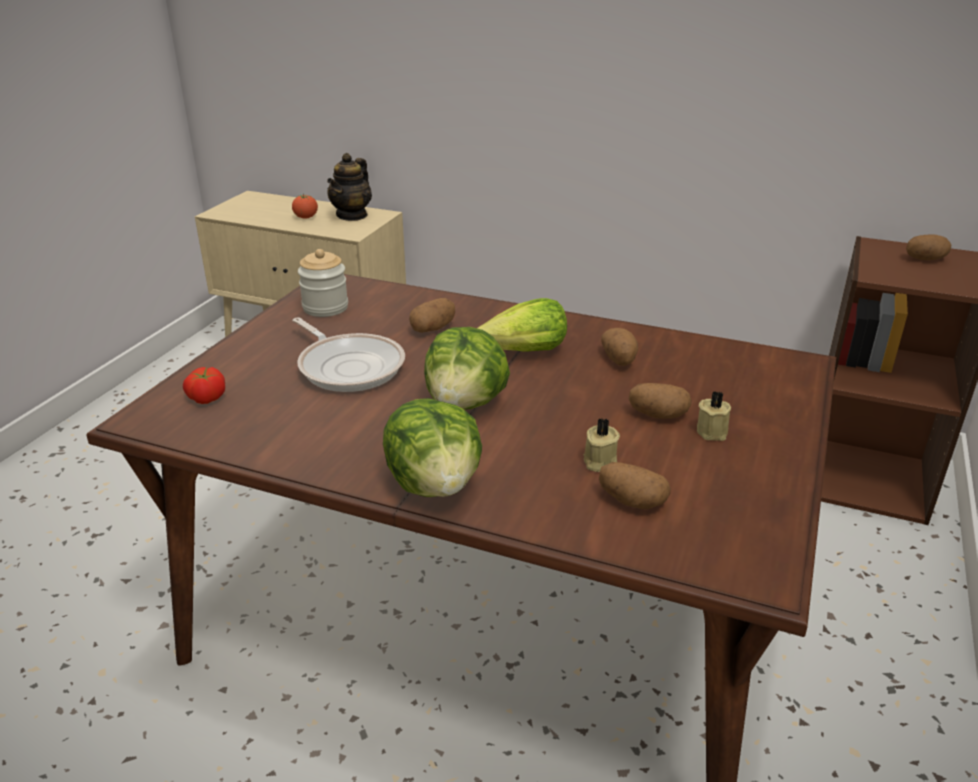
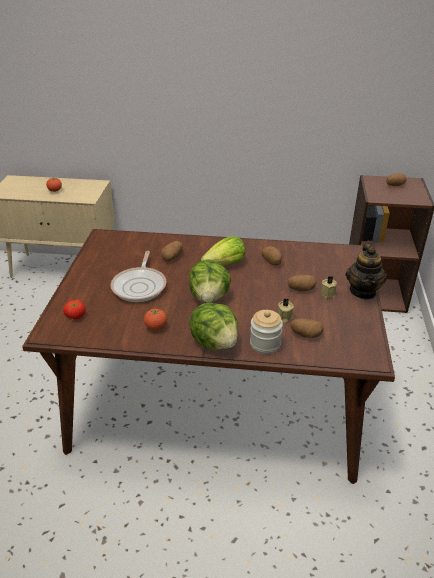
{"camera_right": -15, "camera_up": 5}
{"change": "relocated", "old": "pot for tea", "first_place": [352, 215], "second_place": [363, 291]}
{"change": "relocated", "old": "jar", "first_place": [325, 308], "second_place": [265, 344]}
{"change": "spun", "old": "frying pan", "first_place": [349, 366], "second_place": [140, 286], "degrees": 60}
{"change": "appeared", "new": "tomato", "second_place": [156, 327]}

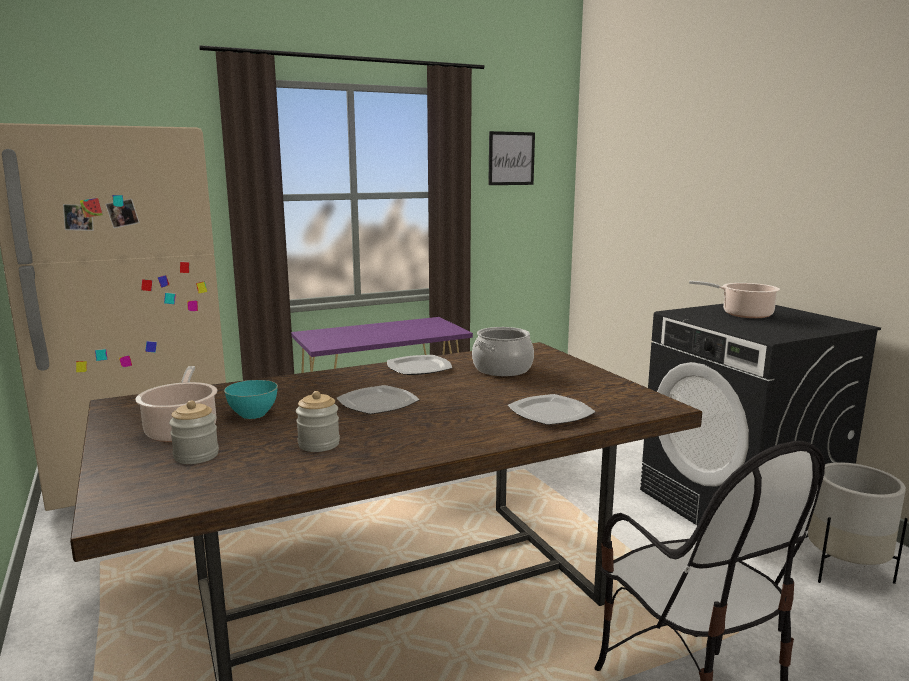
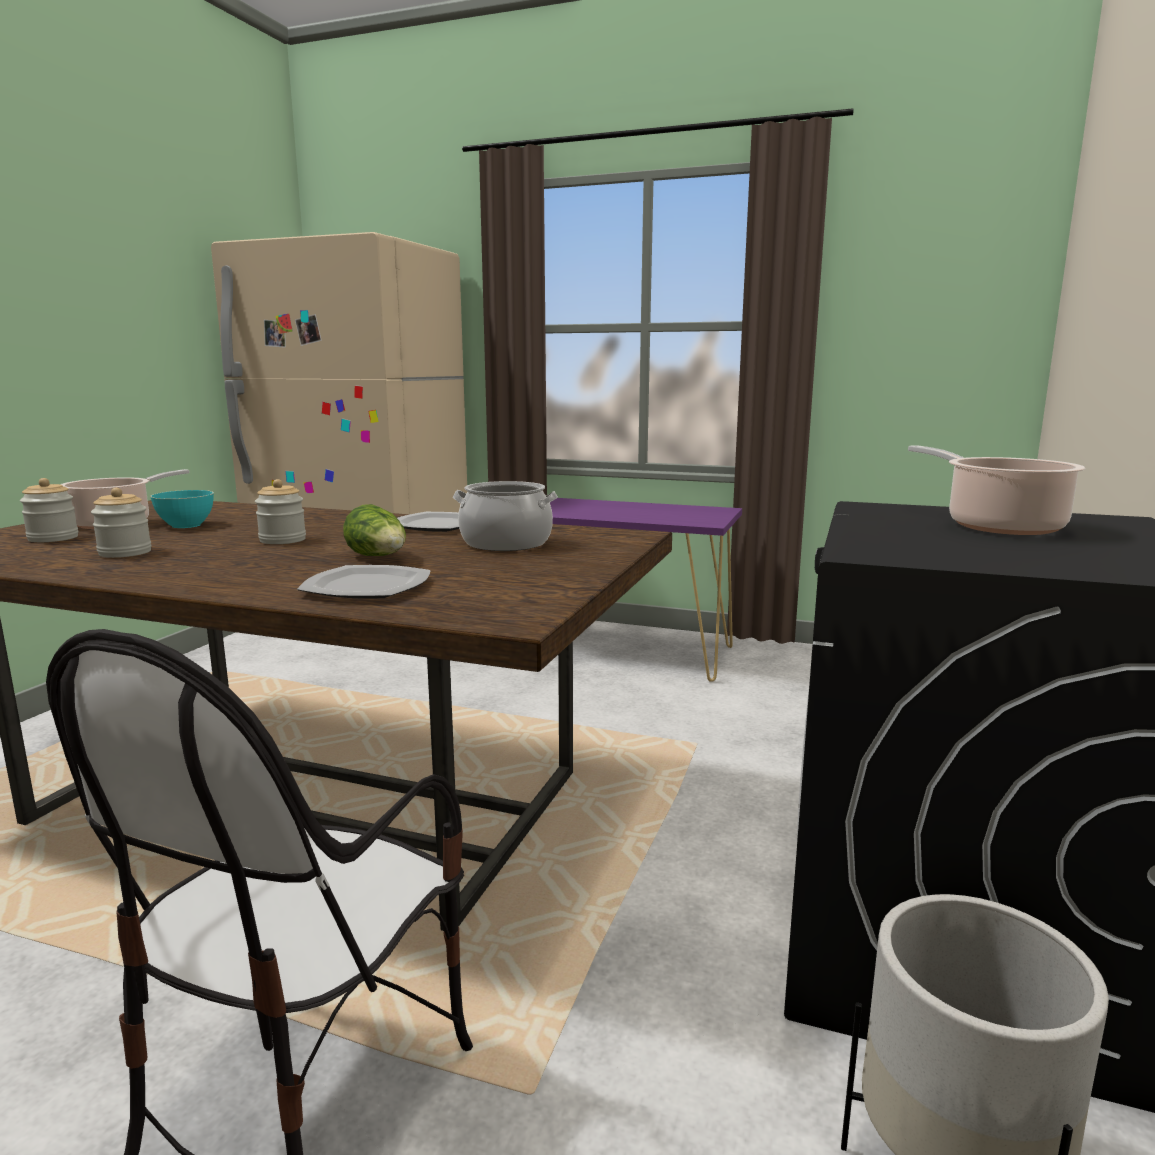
{"camera_right": 45, "camera_up": 0}
{"change": "missing", "old": "wall picture", "first_place": [511, 158]}
{"change": "exchanged", "old": "flat dish", "new": "jar", "first_place": [377, 403], "second_place": [282, 540]}
{"change": "appeared", "new": "lettuce", "second_place": [379, 558]}

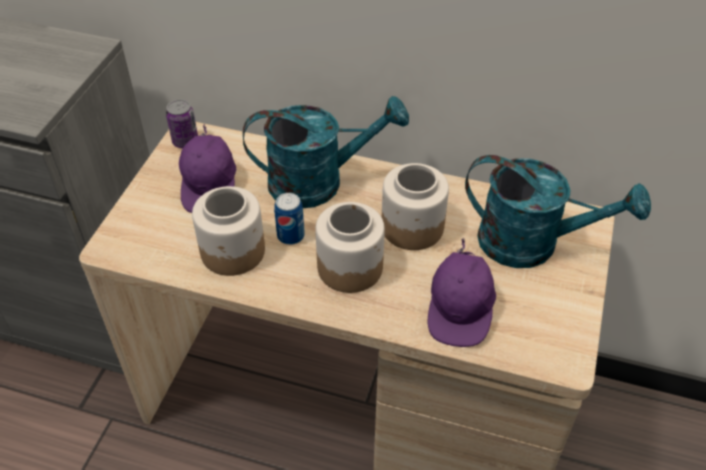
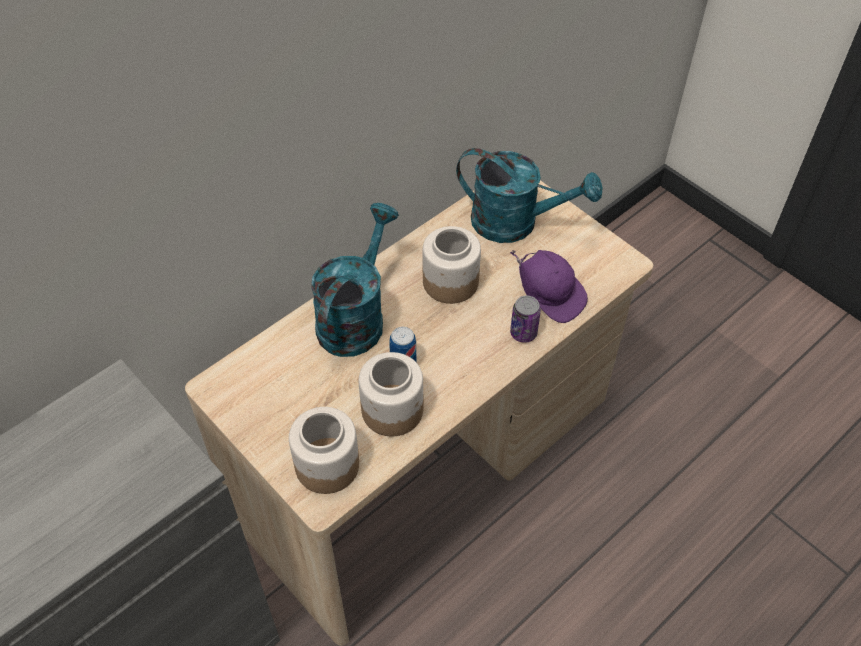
{"camera_right": -60, "camera_up": 5}
{"change": "relocated", "old": "can", "first_place": [185, 141], "second_place": [523, 333]}
{"change": "missing", "old": "peaked cap (purplish)", "first_place": [210, 187]}
{"change": "spun", "old": "sprinkling can (turquoise-coloured)", "first_place": [532, 244], "second_place": [516, 223], "degrees": 60}
{"change": "relocated", "old": "jar", "first_place": [350, 267], "second_place": [326, 465]}

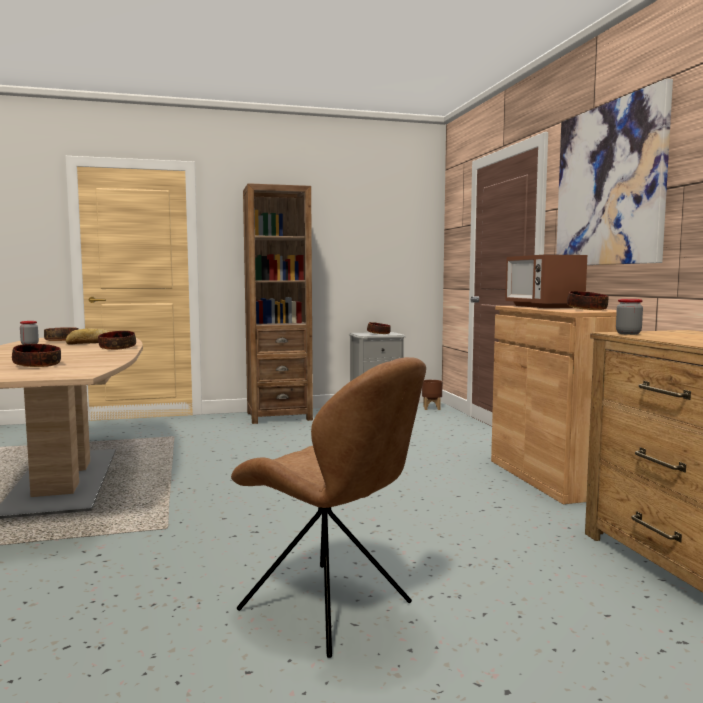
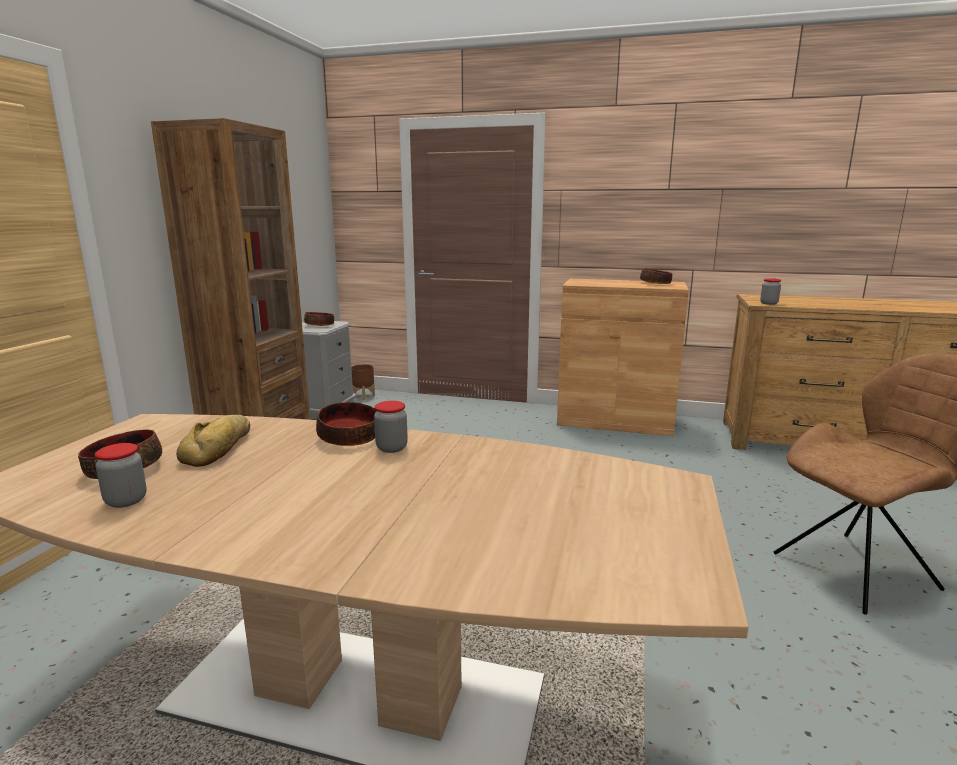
{"camera_right": -60, "camera_up": 10}
{"change": "missing", "old": "wall picture", "first_place": [609, 185]}
{"change": "missing", "old": "kitchen microwave", "first_place": [542, 306]}
{"change": "missing", "old": "bowl", "first_place": [37, 365]}
{"change": "appeared", "new": "jar", "second_place": [391, 448]}

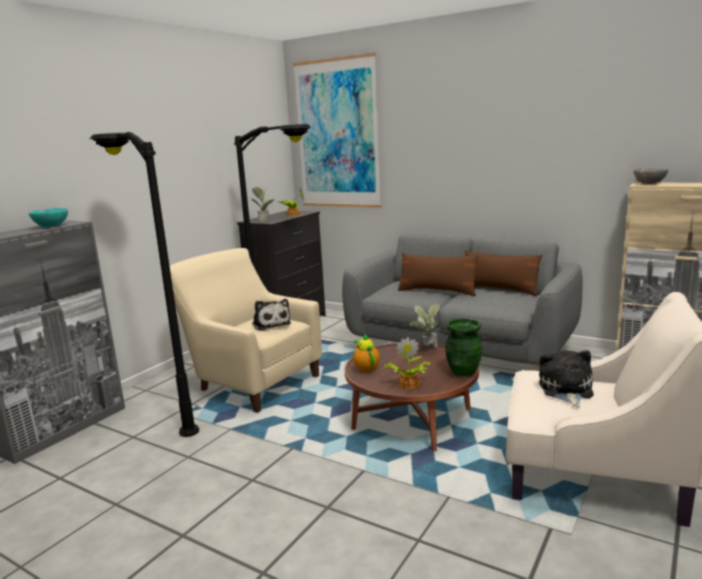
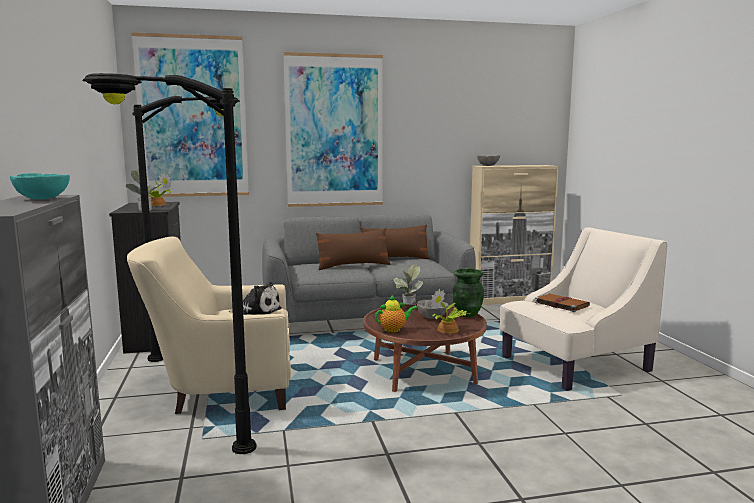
{"camera_right": -45, "camera_up": -5}
{"change": "spun", "old": "pot for tea", "first_place": [366, 368], "second_place": [394, 329], "degrees": 135}
{"change": "exchanged", "old": "cuddly toy", "new": "bound book (brownish)", "first_place": [566, 390], "second_place": [560, 304]}
{"change": "appeared", "new": "wall picture", "second_place": [334, 131]}
{"change": "appeared", "new": "bowl (gray)", "second_place": [431, 317]}

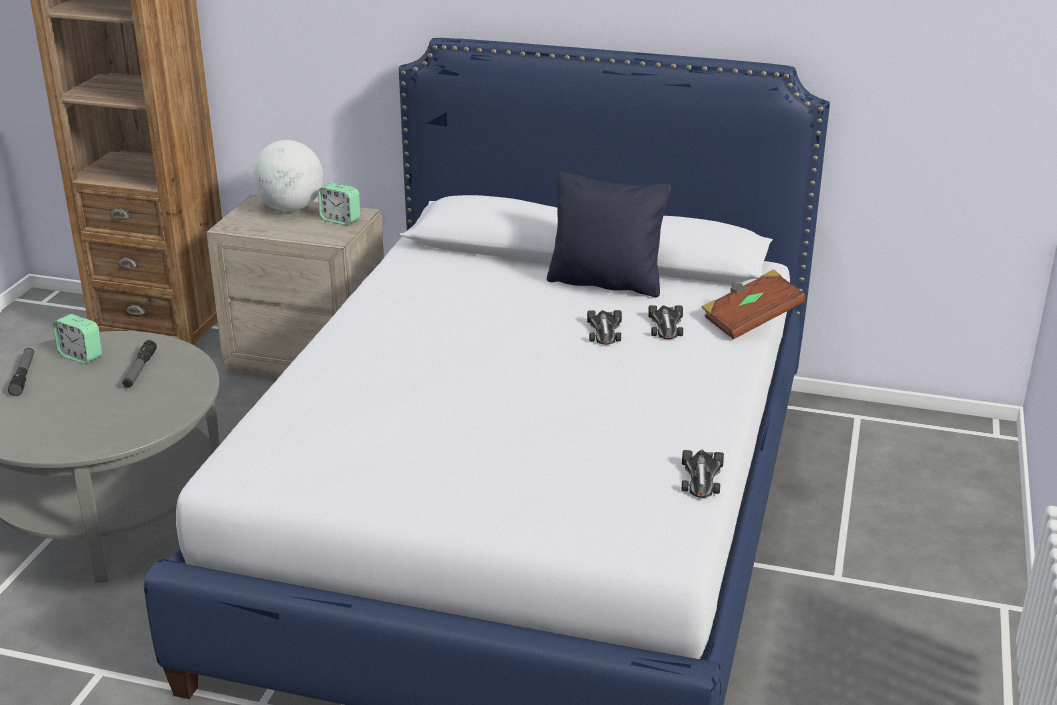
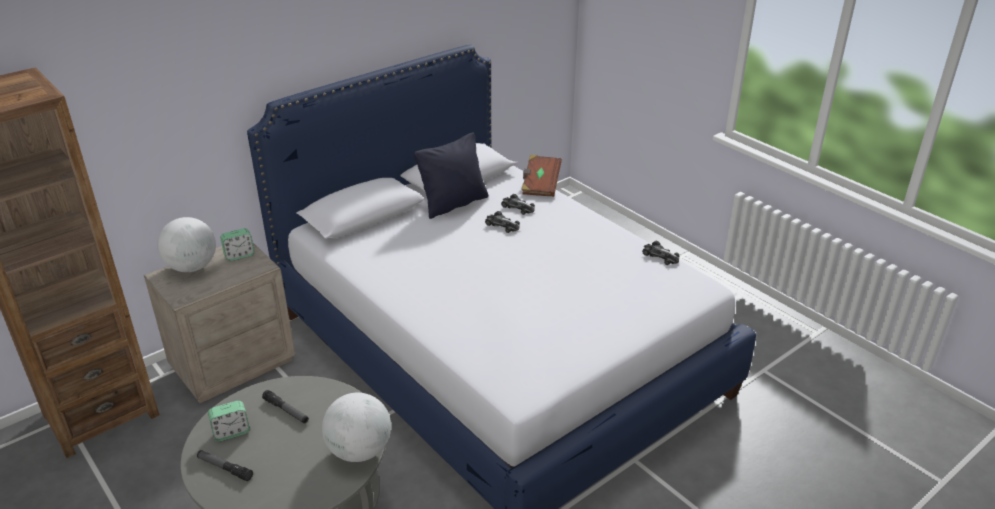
{"camera_right": -55, "camera_up": 5}
{"change": "appeared", "new": "world globe", "second_place": [359, 451]}

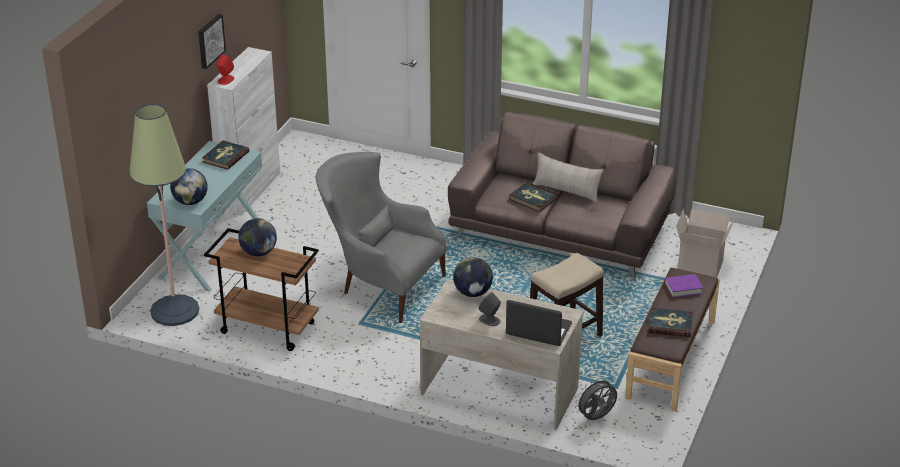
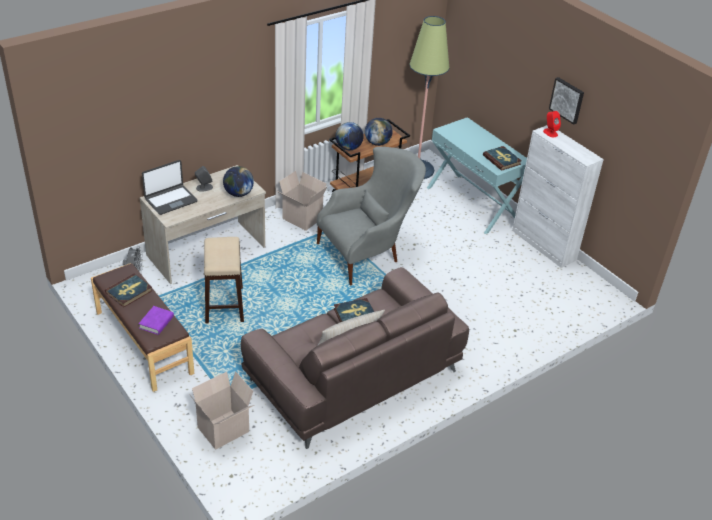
{"camera_right": 120, "camera_up": 5}
{"change": "relocated", "old": "world globe", "first_place": [190, 202], "second_place": [348, 148]}
{"change": "appeared", "new": "packing box", "second_place": [301, 219]}

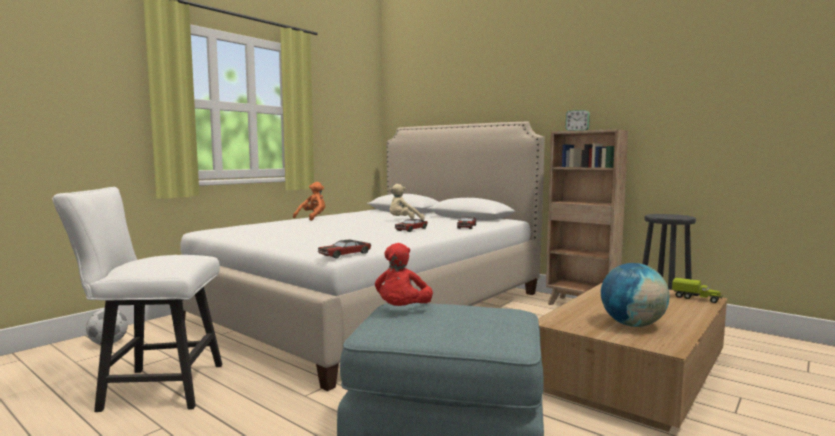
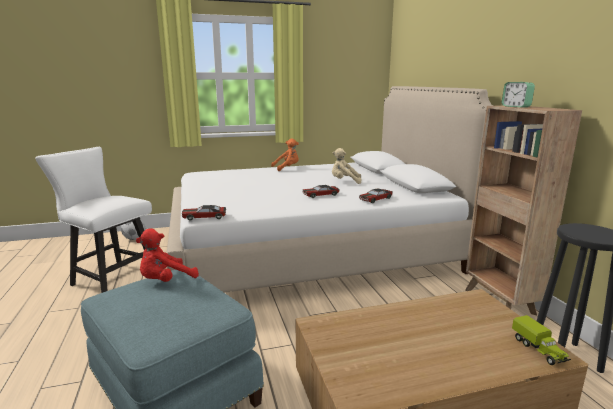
{"camera_right": 35, "camera_up": 10}
{"change": "missing", "old": "world globe", "first_place": [632, 325]}

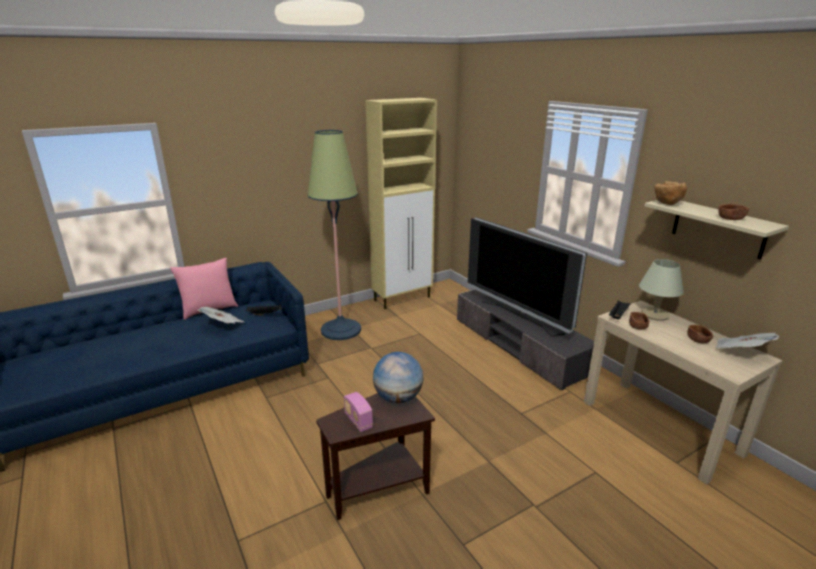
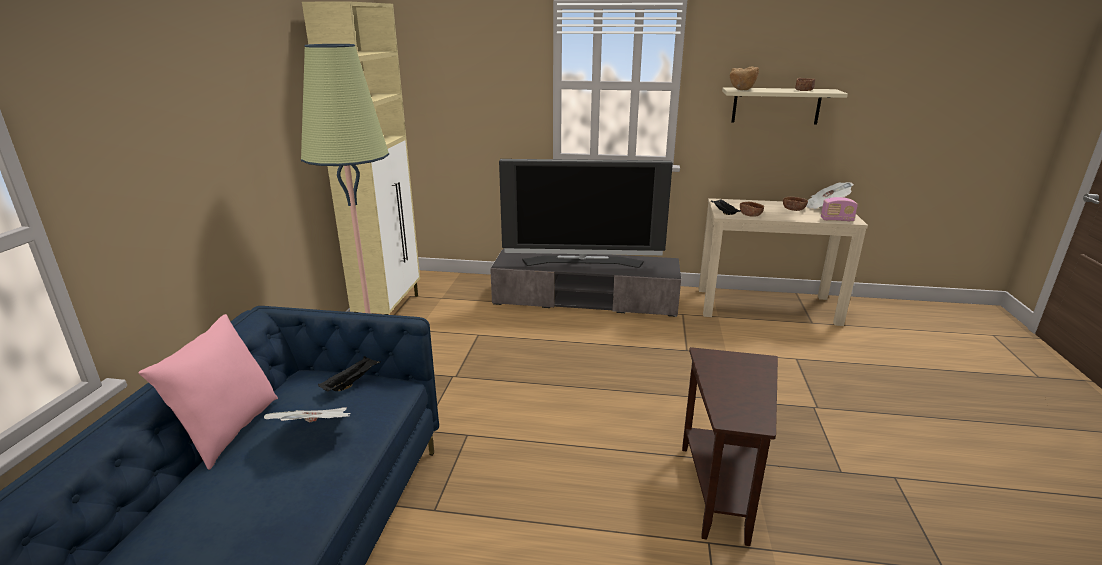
{"camera_right": -50, "camera_up": 0}
{"change": "missing", "old": "table lamp (beige)", "first_place": [654, 314]}
{"change": "missing", "old": "world globe", "first_place": [398, 398]}
{"change": "relocated", "old": "radio set", "first_place": [358, 421], "second_place": [836, 220]}

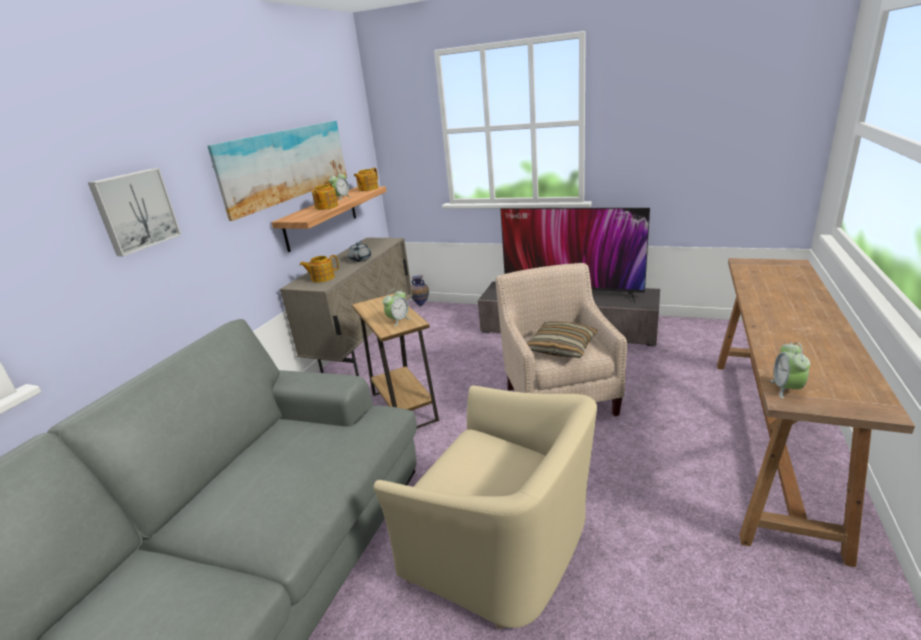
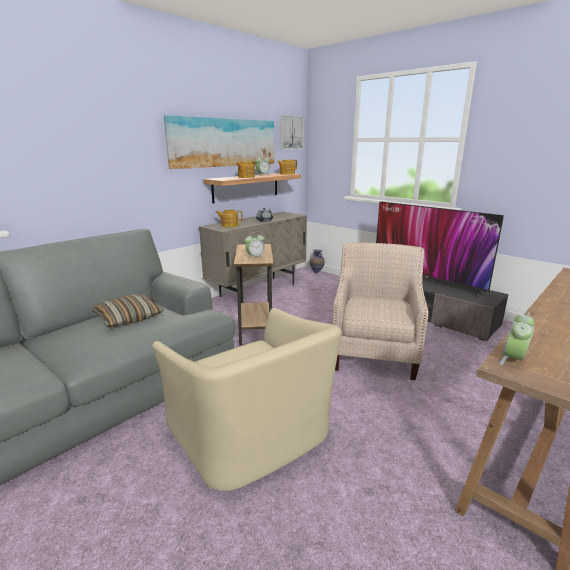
{"camera_right": 20, "camera_up": -5}
{"change": "relocated", "old": "wall picture", "first_place": [135, 211], "second_place": [290, 132]}
{"change": "relocated", "old": "throw pillow", "first_place": [561, 347], "second_place": [128, 318]}

